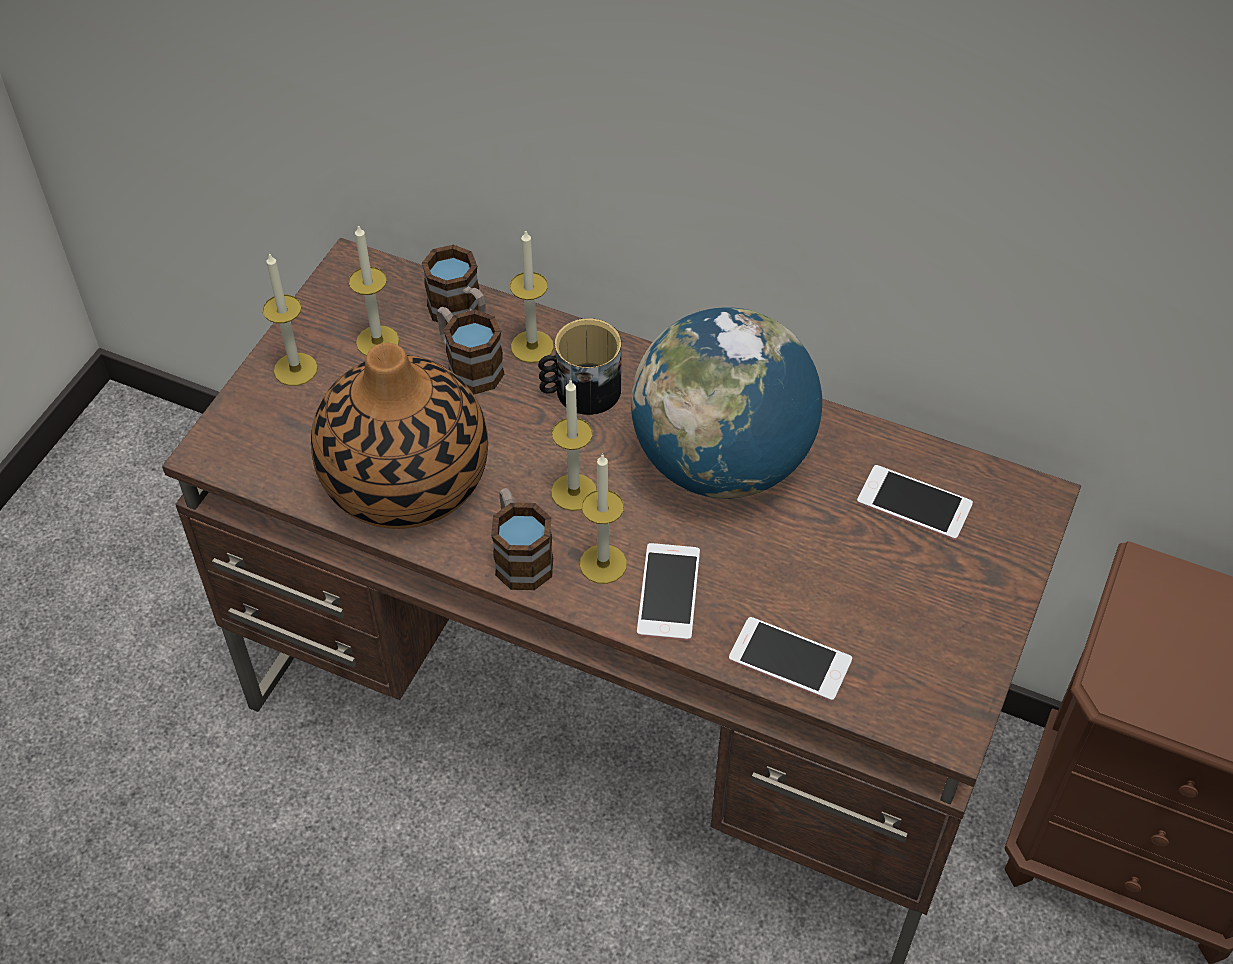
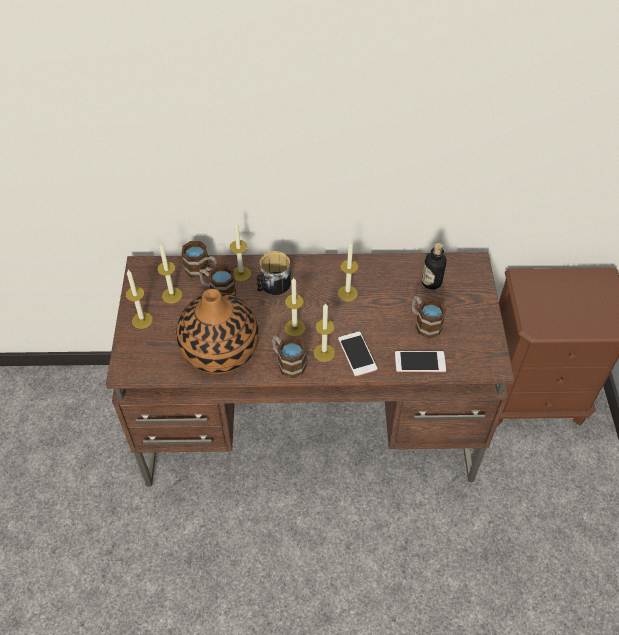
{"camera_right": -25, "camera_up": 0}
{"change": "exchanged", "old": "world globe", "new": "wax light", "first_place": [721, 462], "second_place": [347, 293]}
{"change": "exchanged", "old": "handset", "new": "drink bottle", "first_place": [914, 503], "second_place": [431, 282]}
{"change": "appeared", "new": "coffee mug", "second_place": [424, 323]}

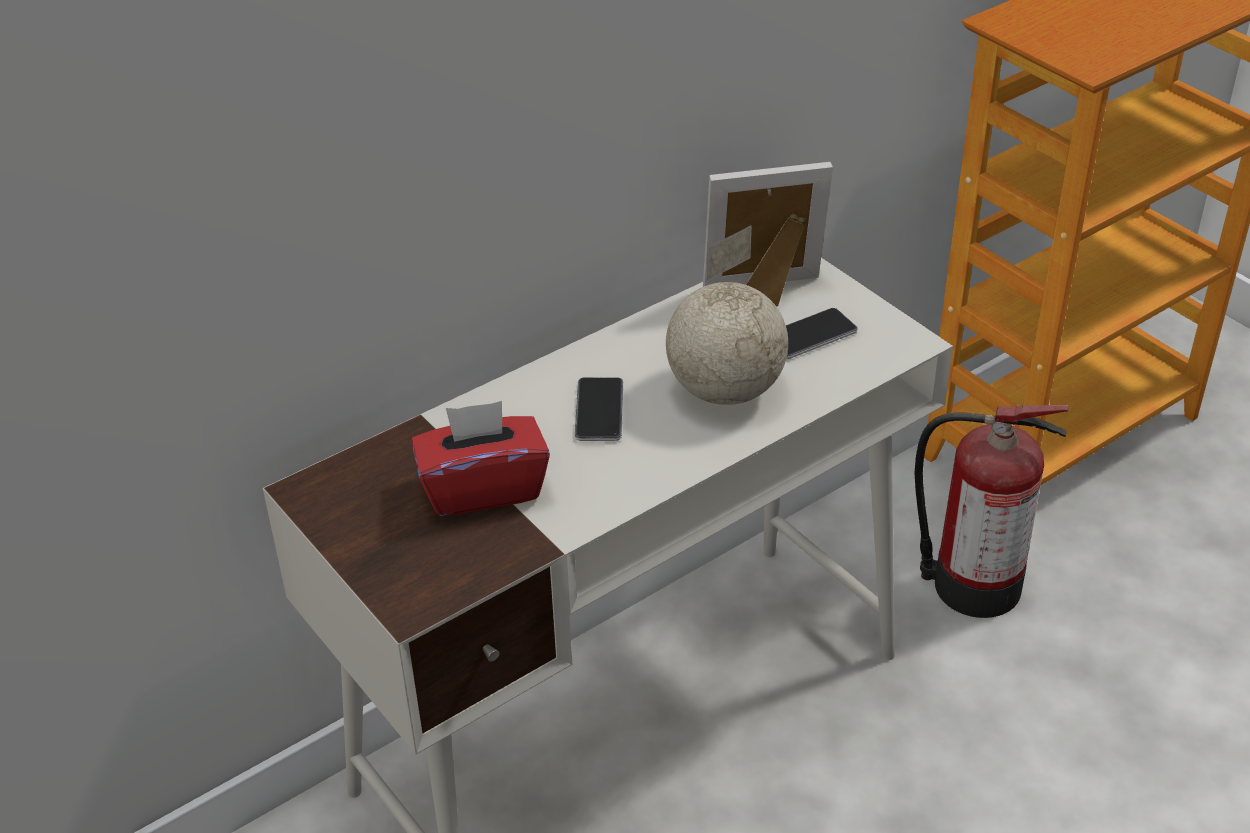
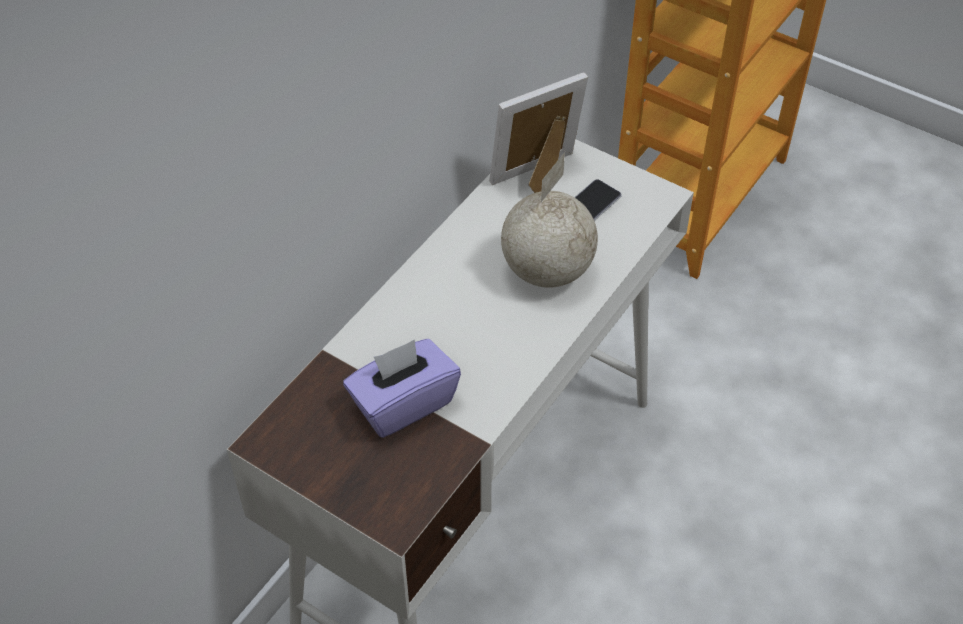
{"camera_right": -20, "camera_up": 10}
{"change": "missing", "old": "handset", "first_place": [599, 411]}
{"change": "colour", "old": "box of tissues (red)", "new": "box of tissues (purplish)", "first_place": [483, 488], "second_place": [403, 403]}
{"change": "missing", "old": "fire extinguisher", "first_place": [971, 584]}

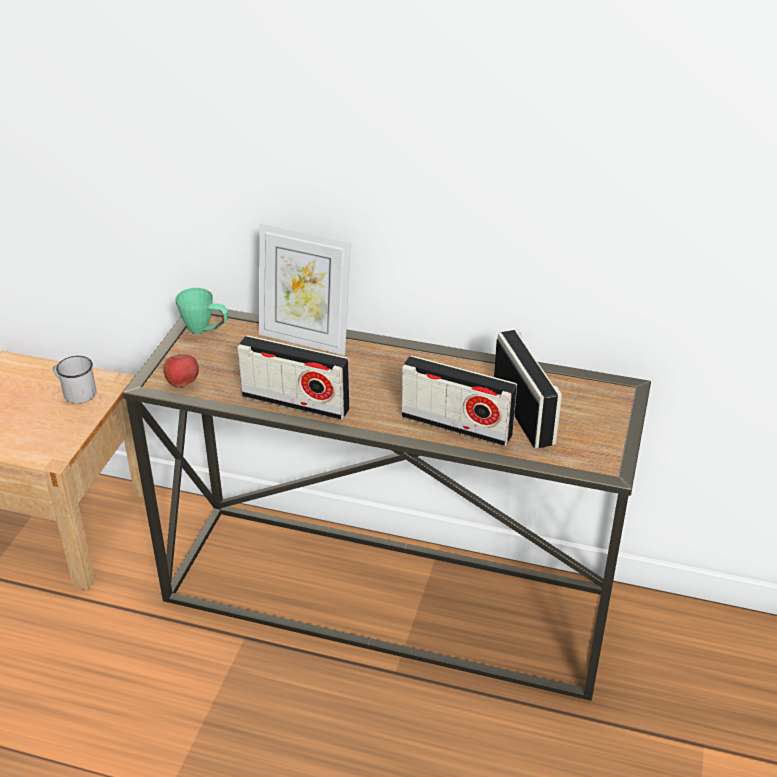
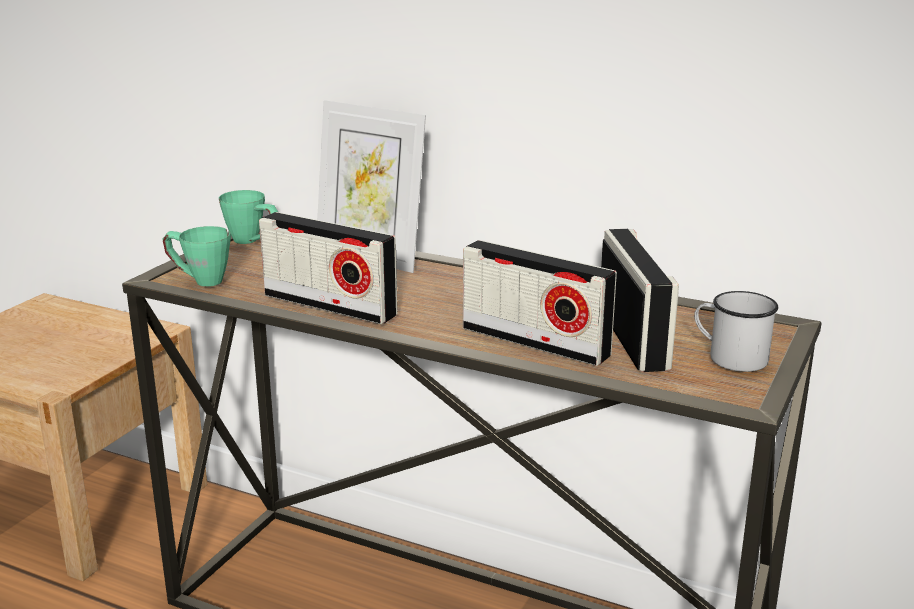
{"camera_right": 10, "camera_up": -15}
{"change": "exchanged", "old": "apple fruit", "new": "coffee mug (green-coloured)", "first_place": [182, 383], "second_place": [199, 280]}
{"change": "relocated", "old": "coffee mug (whitish)", "first_place": [75, 392], "second_place": [729, 357]}

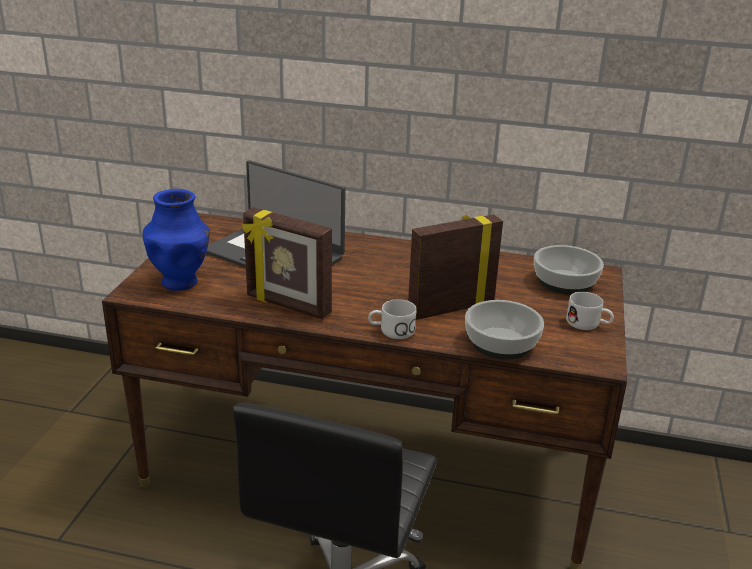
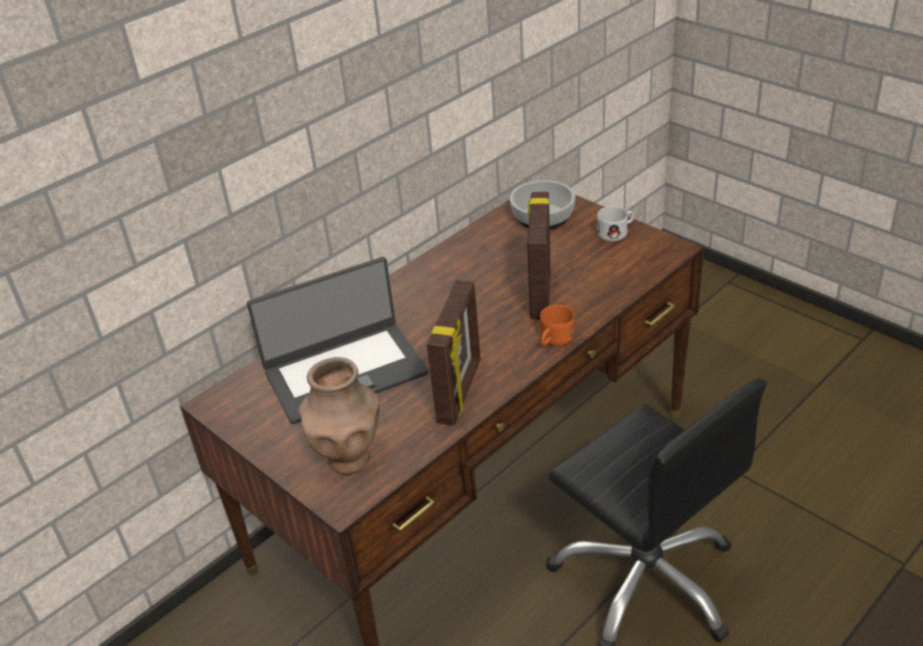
{"camera_right": -55, "camera_up": 10}
{"change": "colour", "old": "decorative vase (bluish)", "new": "decorative vase (brownish)", "first_place": [180, 282], "second_place": [349, 458]}
{"change": "spun", "old": "picture frame", "first_place": [287, 305], "second_place": [460, 391], "degrees": -45}
{"change": "colour", "old": "coffee mug (whitish)", "new": "coffee mug (orange)", "first_place": [391, 331], "second_place": [554, 340]}
{"change": "missing", "old": "bowl", "first_place": [502, 343]}

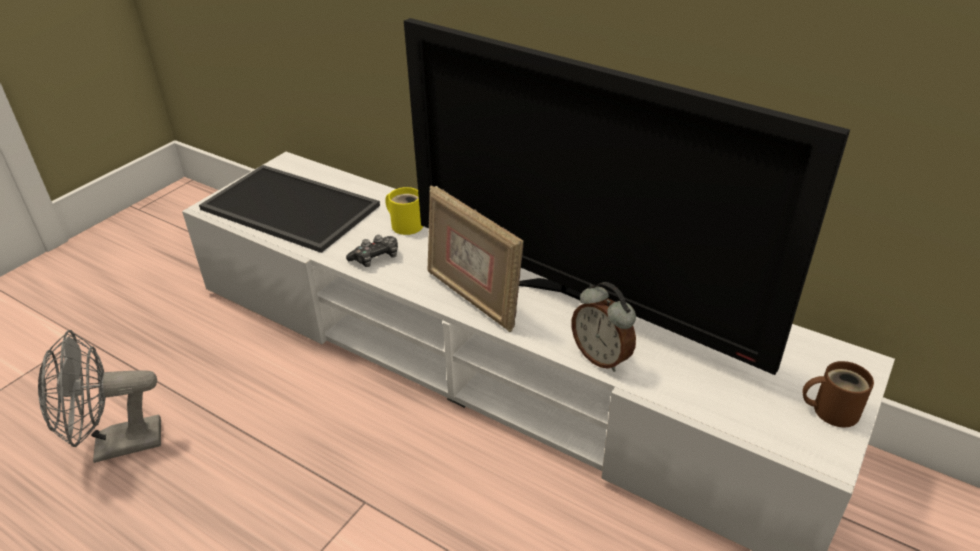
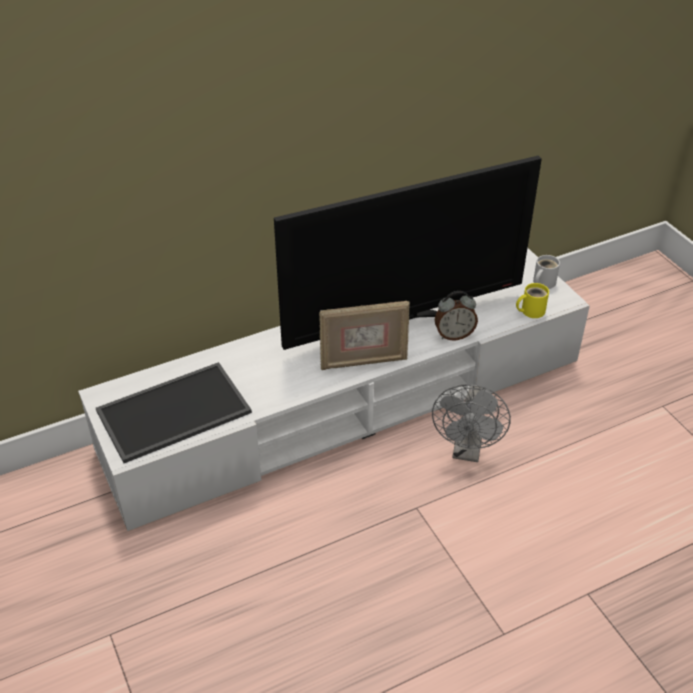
{"camera_right": -60, "camera_up": 5}
{"change": "relocated", "old": "coffee mug (yellow)", "first_place": [406, 224], "second_place": [530, 310]}
{"change": "missing", "old": "joypad", "first_place": [376, 258]}
{"change": "relocated", "old": "cooling fan (gray)", "first_place": [116, 445], "second_place": [467, 451]}
{"change": "colour", "old": "coffee mug (brownish)", "new": "coffee mug (whitish)", "first_place": [831, 409], "second_place": [542, 283]}

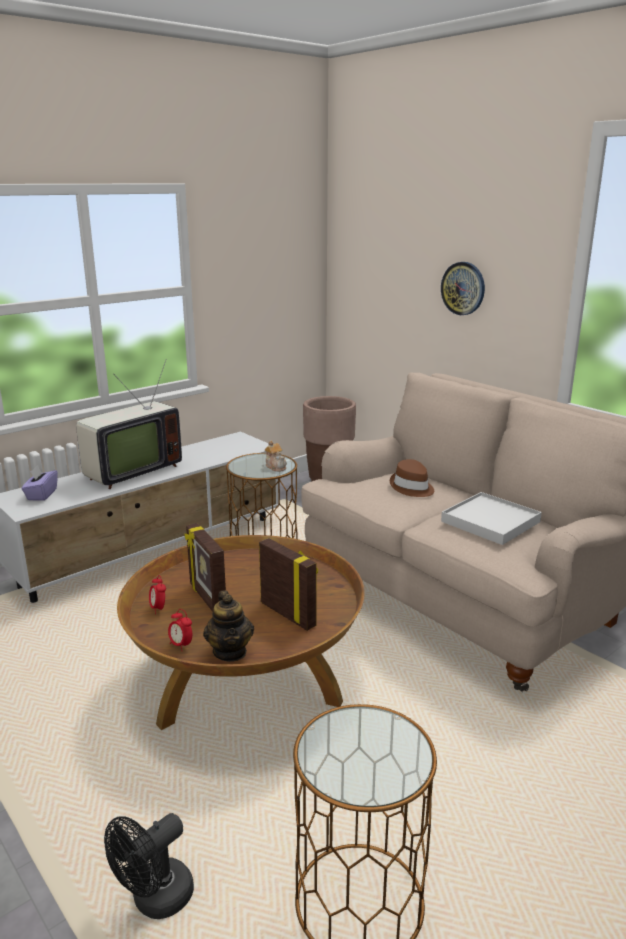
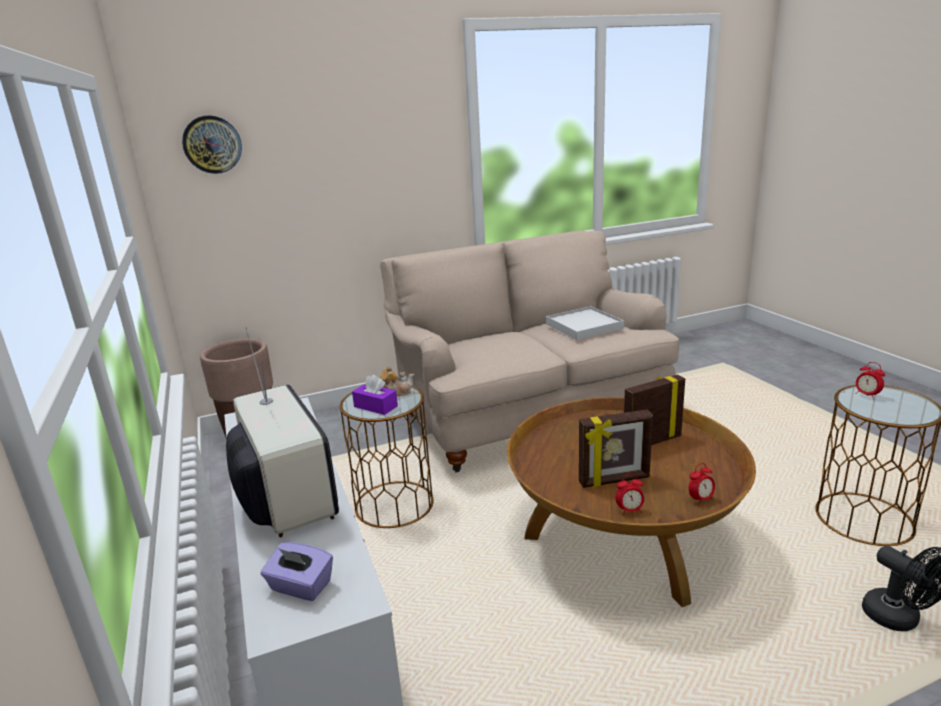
{"camera_right": -70, "camera_up": 0}
{"change": "relocated", "old": "wall clock", "first_place": [463, 288], "second_place": [212, 144]}
{"change": "missing", "old": "wearable hat (brownish)", "first_place": [412, 487]}
{"change": "missing", "old": "pot for tea", "first_place": [230, 652]}
{"change": "appeared", "new": "alarm clock", "second_place": [866, 395]}
{"change": "appeared", "new": "box of tissues (purplish)", "second_place": [375, 406]}

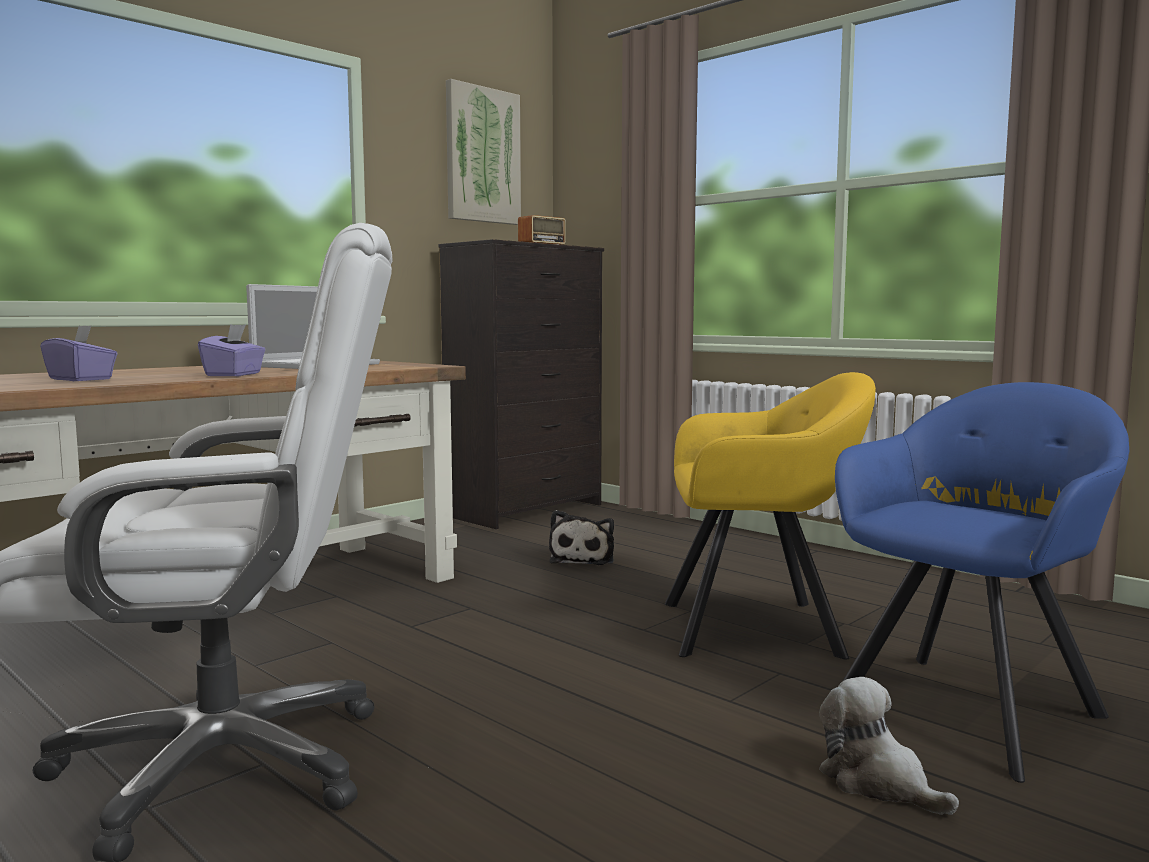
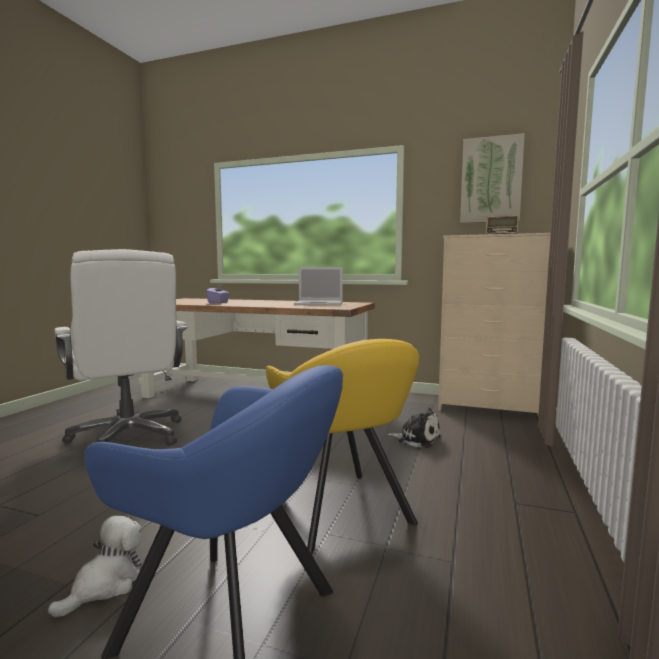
{"camera_right": 65, "camera_up": 0}
{"change": "colour", "old": "dresser (blackish)", "new": "dresser (beige)", "first_place": [527, 510], "second_place": [488, 408]}
{"change": "missing", "old": "box of tissues (purplish)", "first_place": [234, 375]}
{"change": "spun", "old": "cuddly toy", "first_place": [583, 558], "second_place": [416, 439], "degrees": -135}

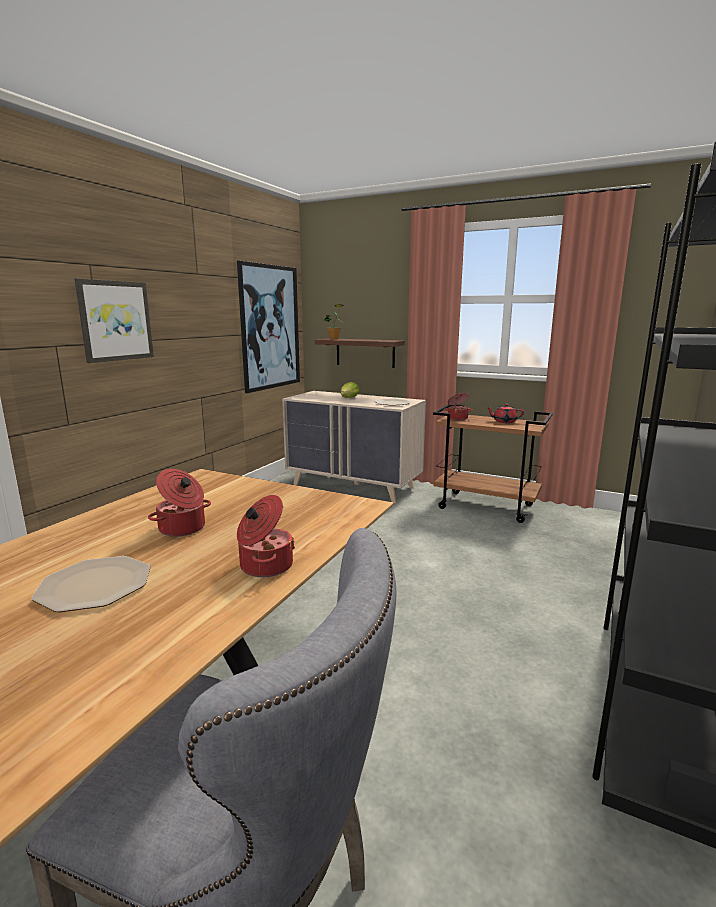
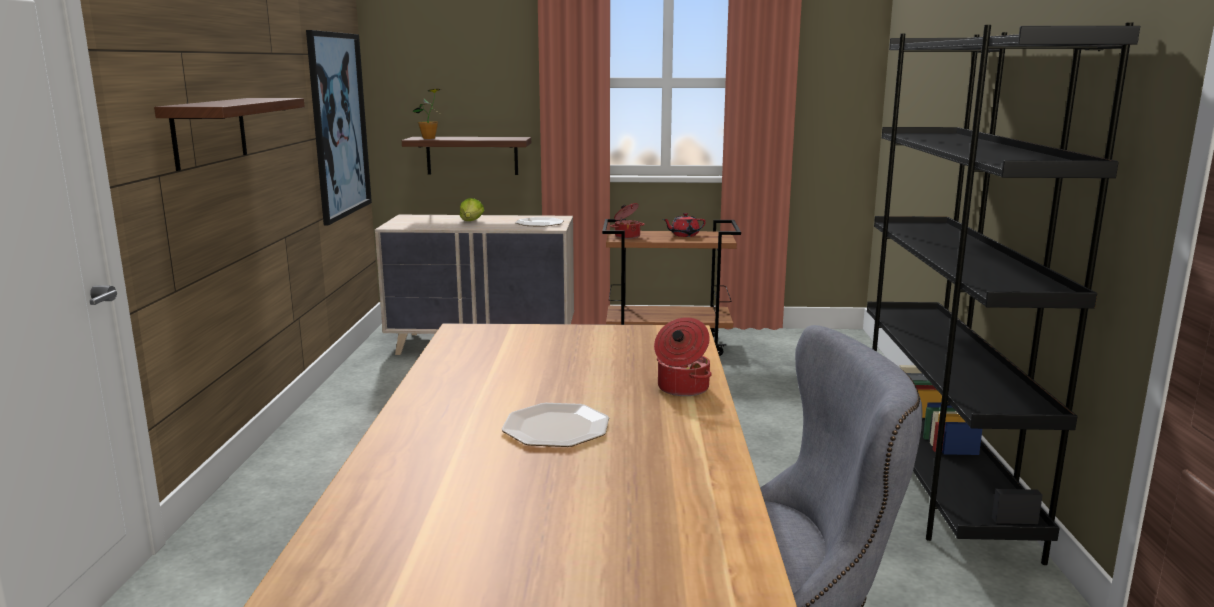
{"camera_right": -25, "camera_up": 0}
{"change": "exchanged", "old": "wall picture", "new": "shelf", "first_place": [115, 321], "second_place": [209, 132]}
{"change": "missing", "old": "cooking pot", "first_place": [183, 529]}

